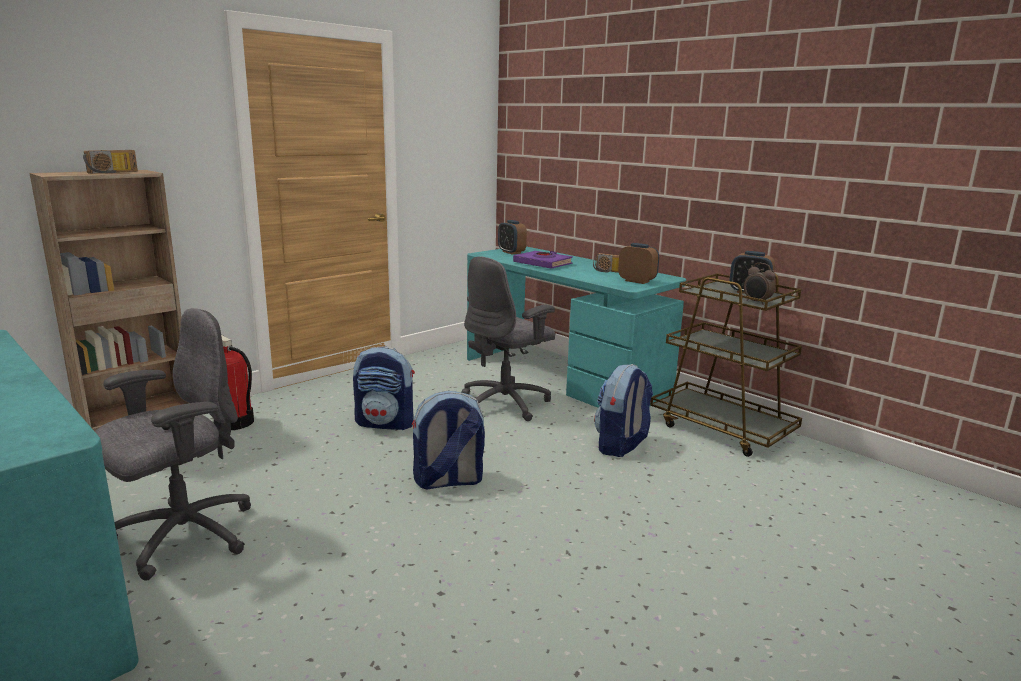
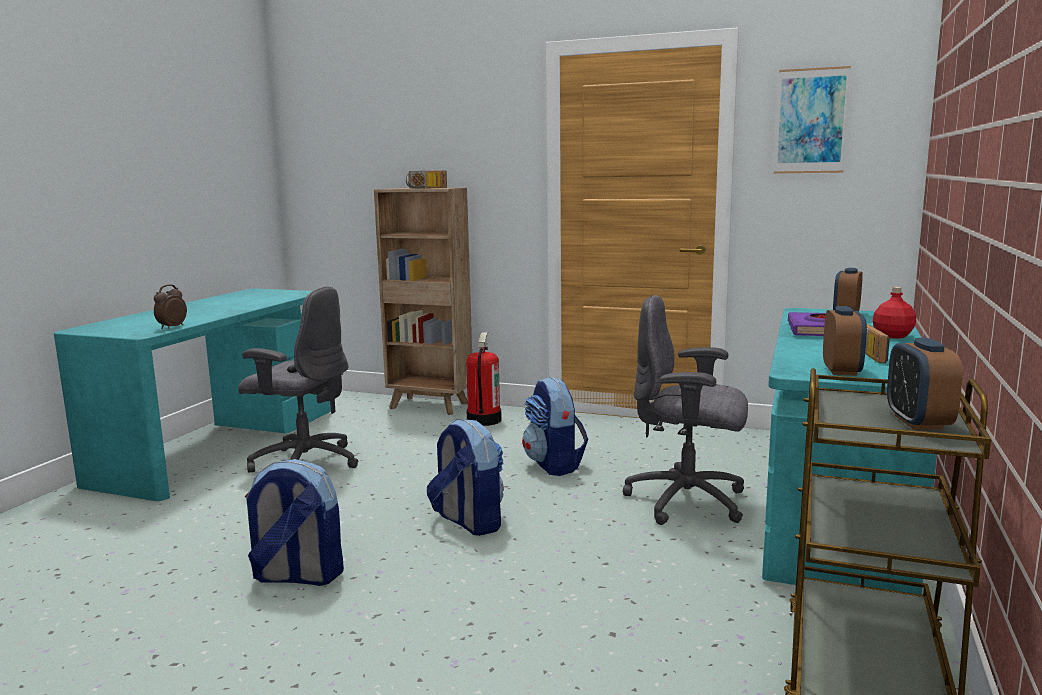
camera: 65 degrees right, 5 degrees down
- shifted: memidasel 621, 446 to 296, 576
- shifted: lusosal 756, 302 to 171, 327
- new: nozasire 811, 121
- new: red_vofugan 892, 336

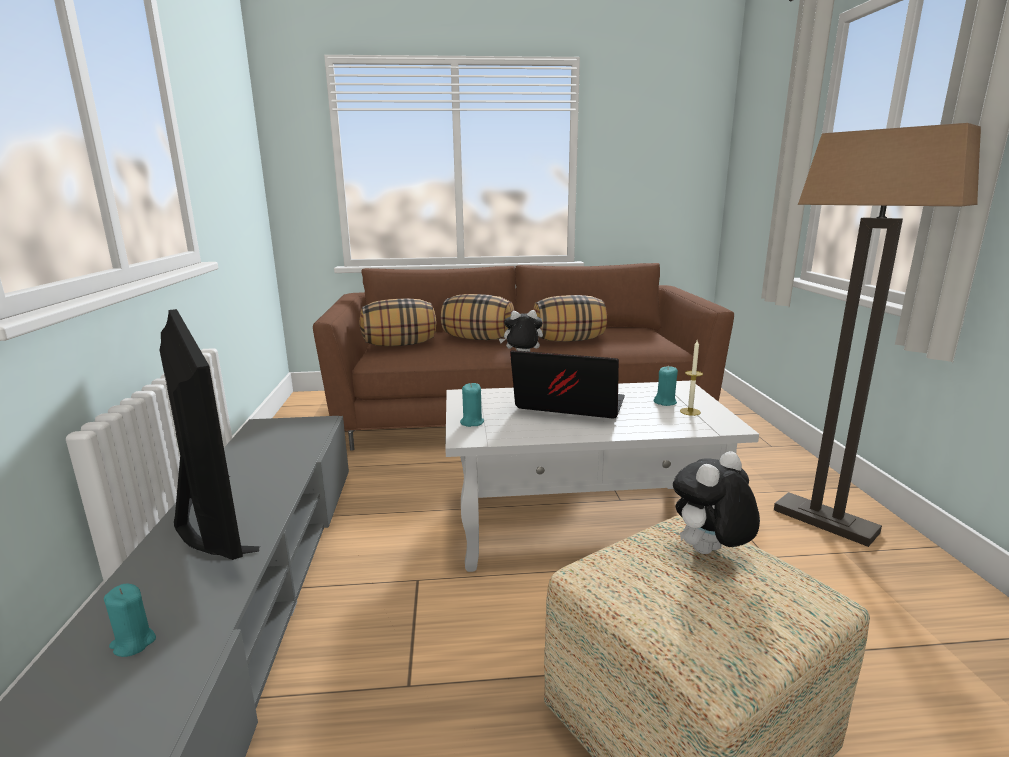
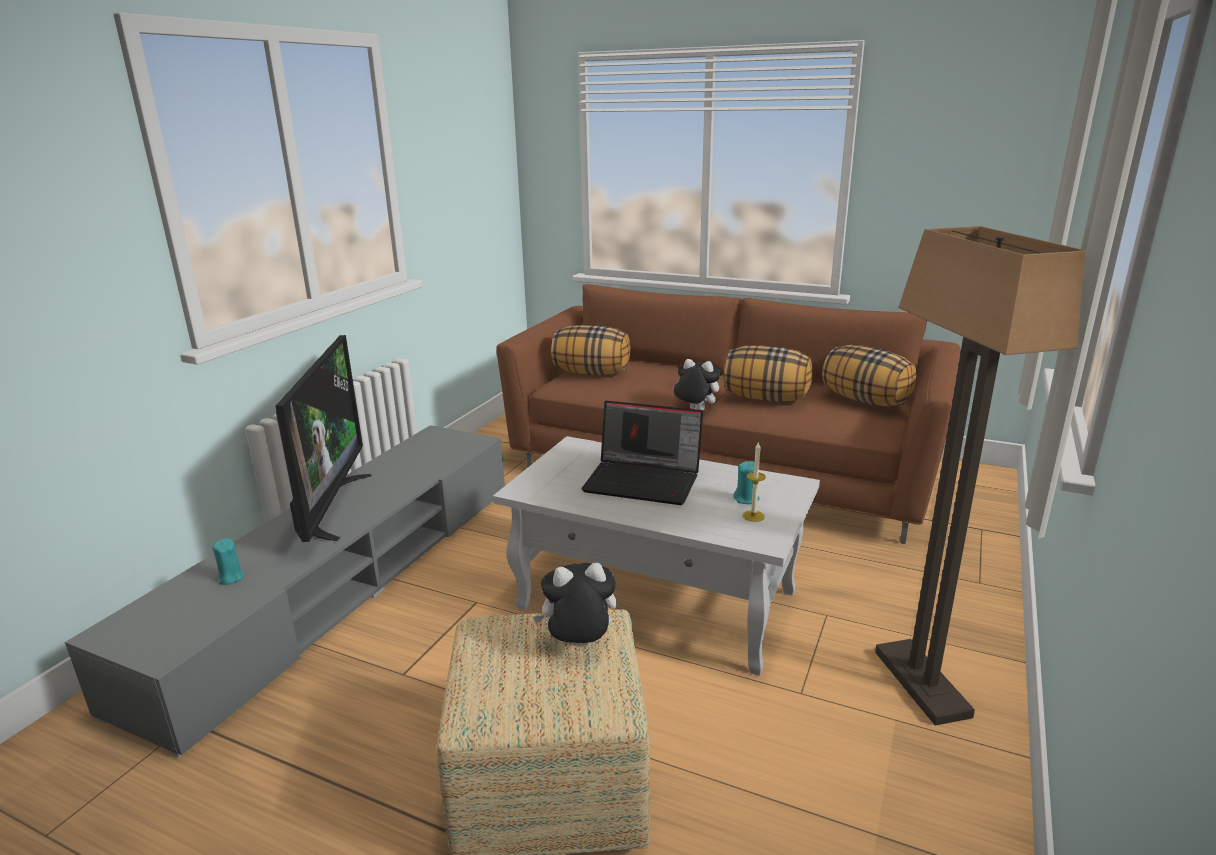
camera: 30 degrees right, 5 degrees up
- shifted: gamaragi 479, 339 to 866, 400
- gone: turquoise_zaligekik 472, 422
- rotated: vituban 567, 407 = 644, 480 150 degrees clockwise

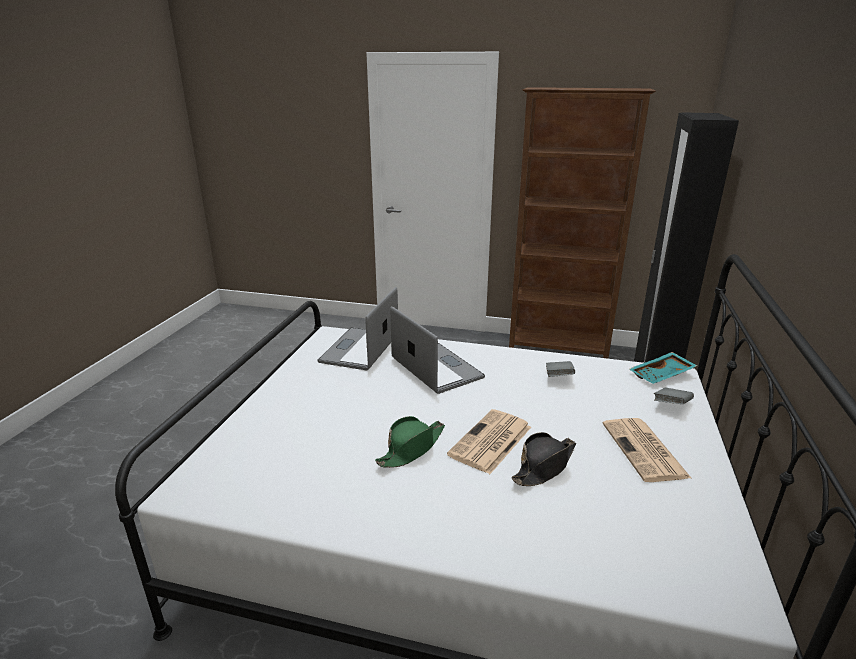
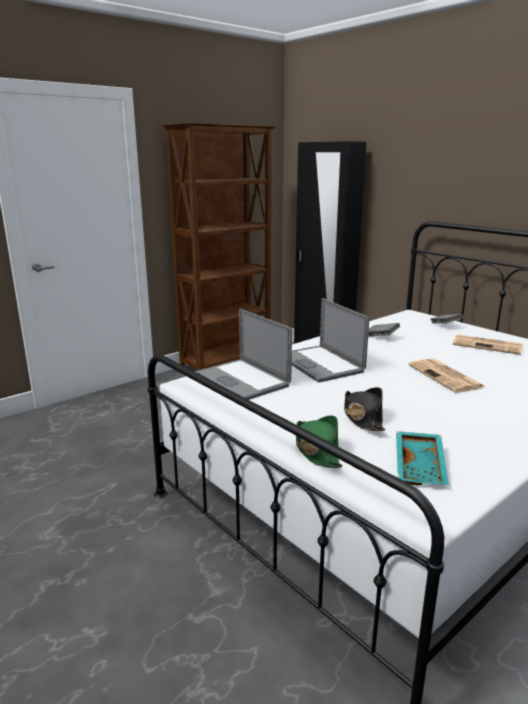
camera: 55 degrees left, 5 degrees down
- shifted: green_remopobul 412, 448 to 316, 449
- rotated: vituban 436, 368 = 319, 364 120 degrees counterclockwise
- shifted: black_remopobul 544, 466 to 362, 417
- shifted: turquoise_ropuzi 662, 375 to 421, 467

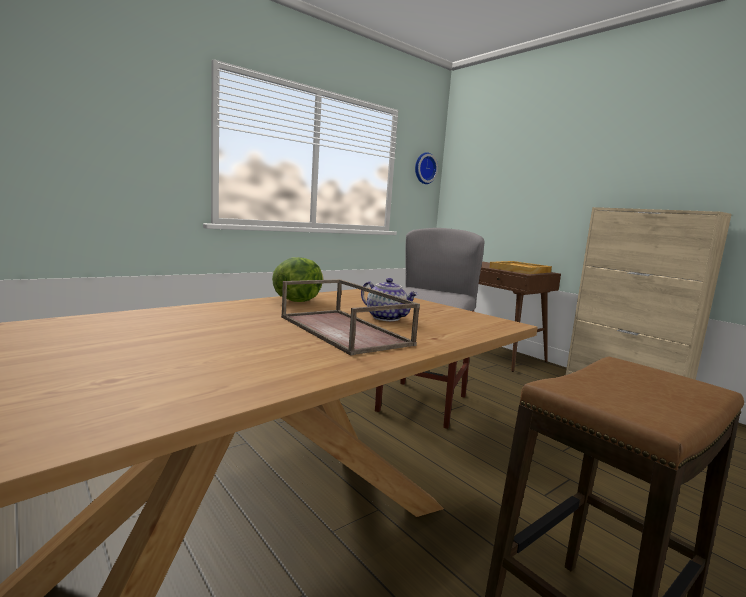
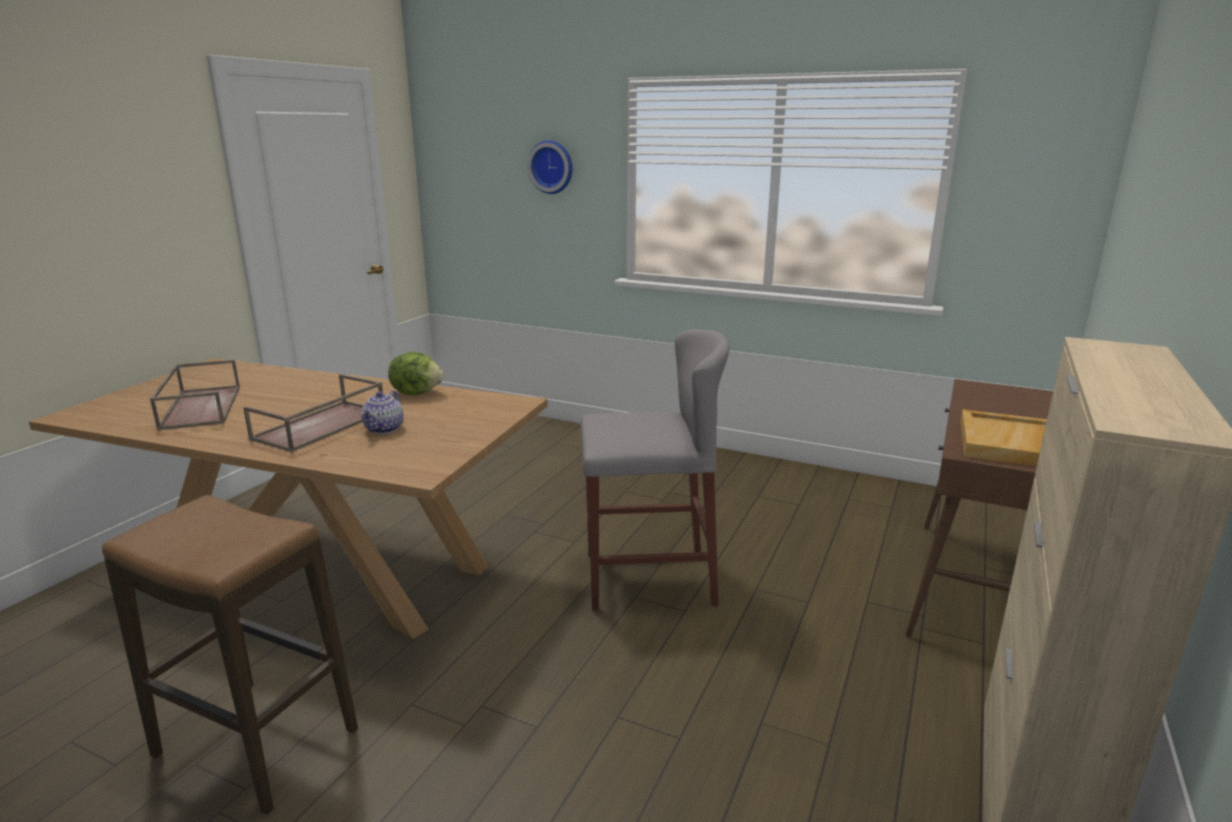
camera: 65 degrees right, 10 degrees up
- shifted: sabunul 424, 168 to 552, 167
- new: brown_ropuzi 200, 407

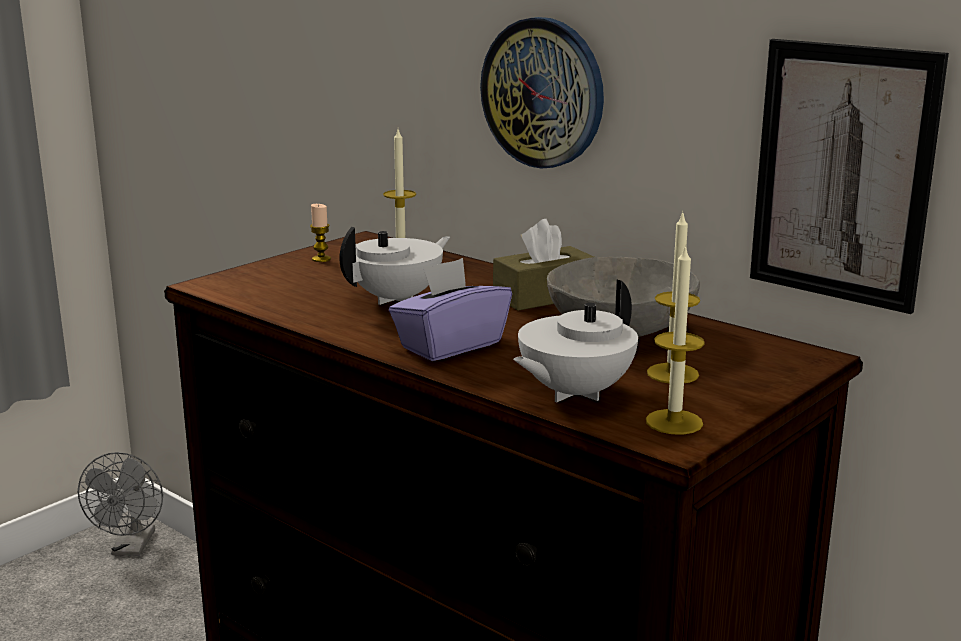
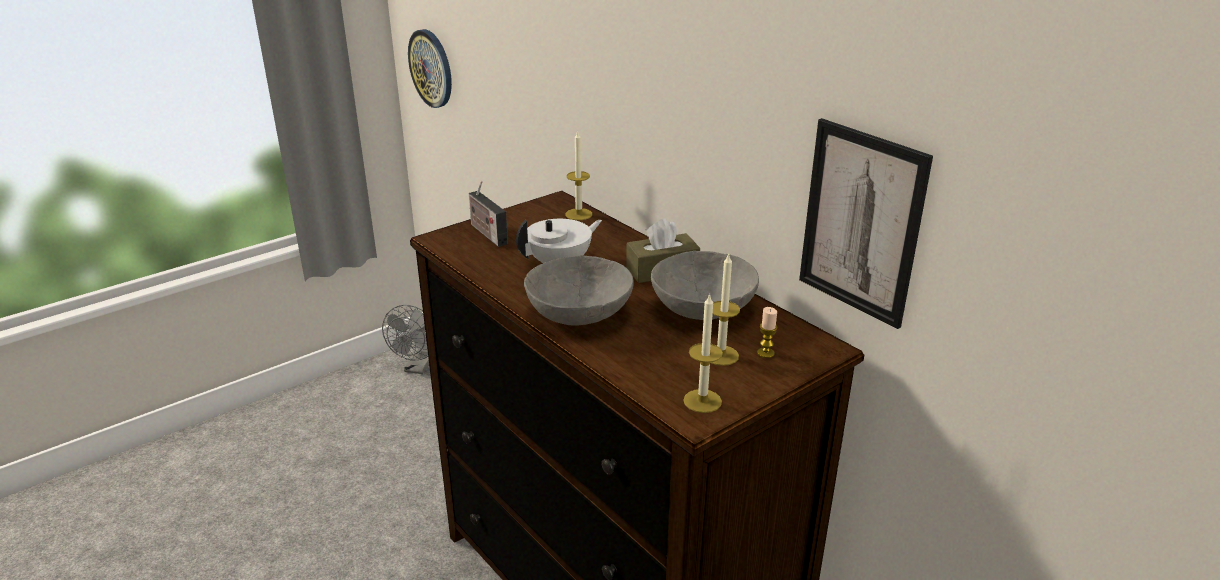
camera: 10 degrees right, 10 degrees up
- shifted: zaligekik 321, 259 to 765, 353
- swapped: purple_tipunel 450, 345 to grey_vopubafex 580, 313
- shifted: sabunul 543, 93 to 431, 68
- gone: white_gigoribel 573, 393
- new: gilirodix 486, 233

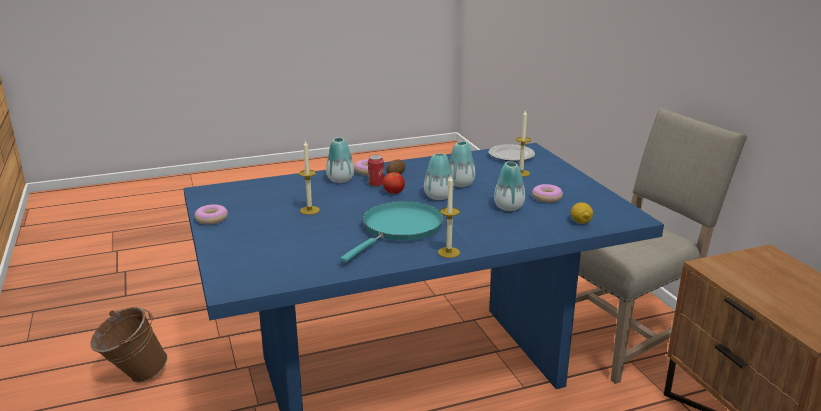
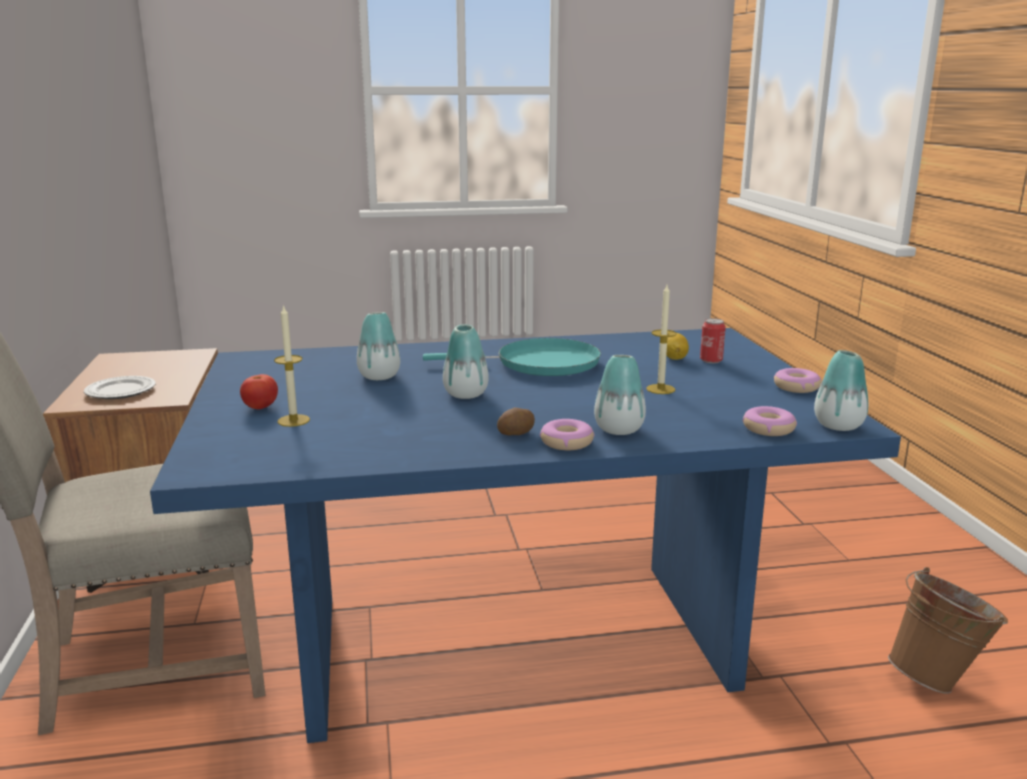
camera: 170 degrees left, 5 degrees down
- rotated: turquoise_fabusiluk 399, 229 = 540, 364 135 degrees counterclockwise
- shifted: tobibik 376, 184 to 711, 360
- shifted: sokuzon 393, 193 to 260, 407
- gone: zaligekik 448, 252
- shifted: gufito 460, 184 to 838, 425
- shifted: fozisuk 512, 155 to 120, 391
- shifted: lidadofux 547, 198 to 768, 429
- shifted: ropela 580, 222 to 674, 358

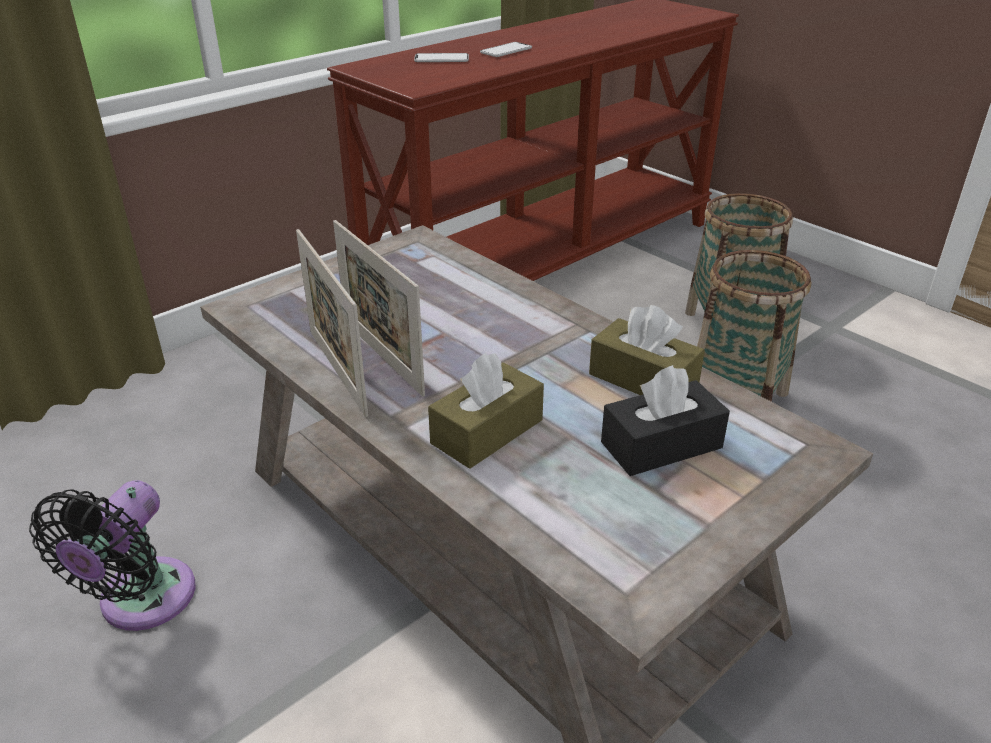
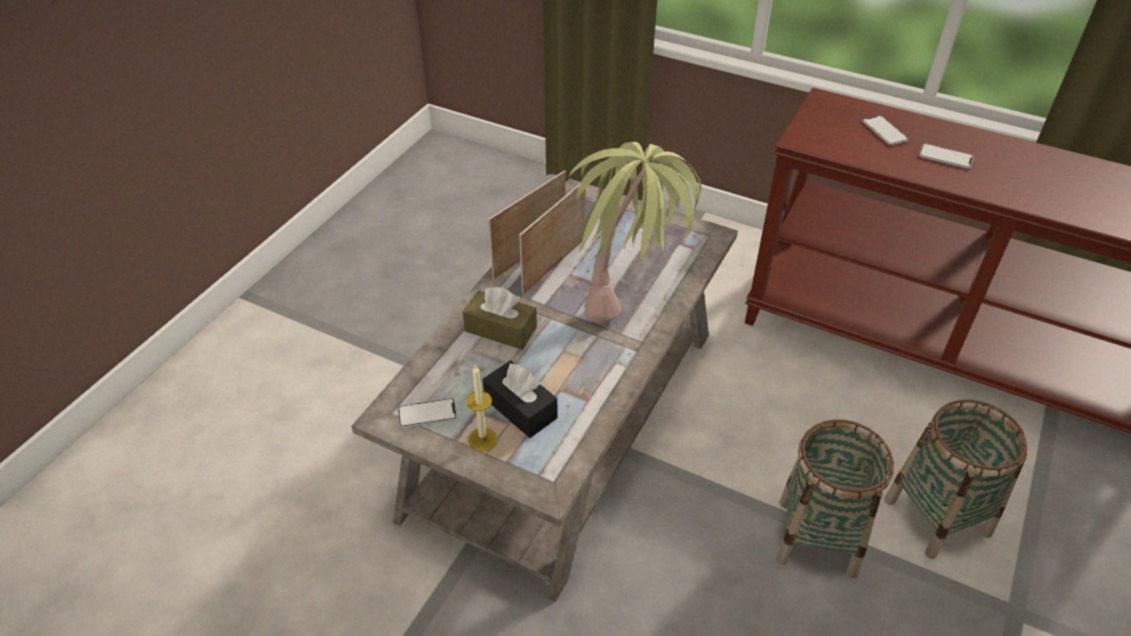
camera: 70 degrees right, 10 degrees up
- gone: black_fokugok 141, 602
- gone: brown_tipunel 643, 379
- new: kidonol 427, 414
- new: zaligekik 482, 439
- new: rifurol 630, 297

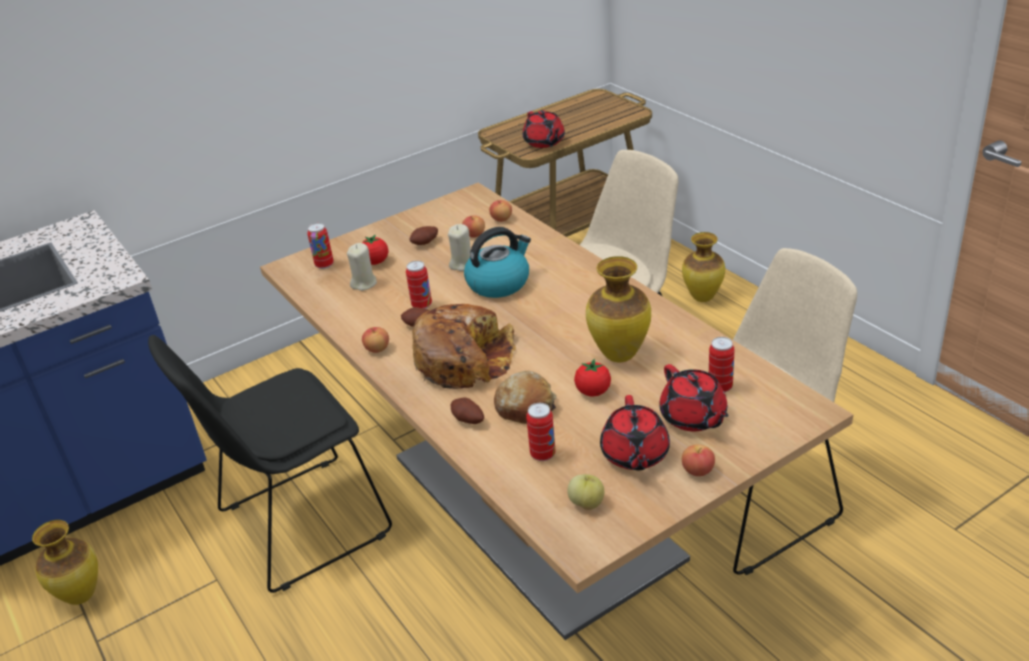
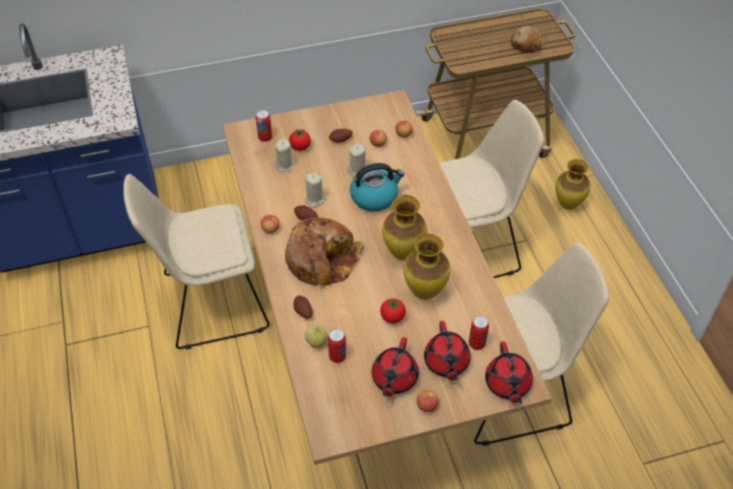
camera: 15 degrees right, 15 degrees up
- shifted: gufito 82, 596 to 404, 254
- repainted: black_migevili 298, 526 to beige_migevili 210, 303
- swapped: tobibik 422, 305 to beige_zaligekik 315, 200
- shifted: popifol 525, 407 to 526, 45
- shifted: red_gigoribel 544, 142 to 507, 384
- shifted: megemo 587, 503 to 316, 342

